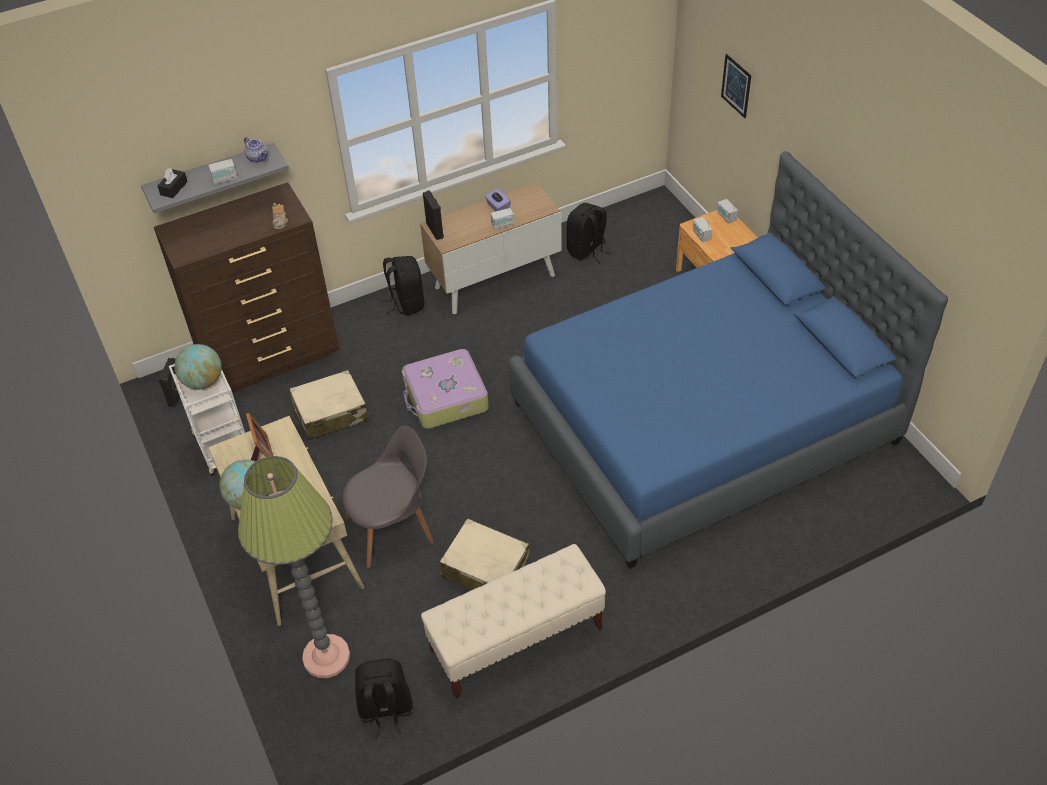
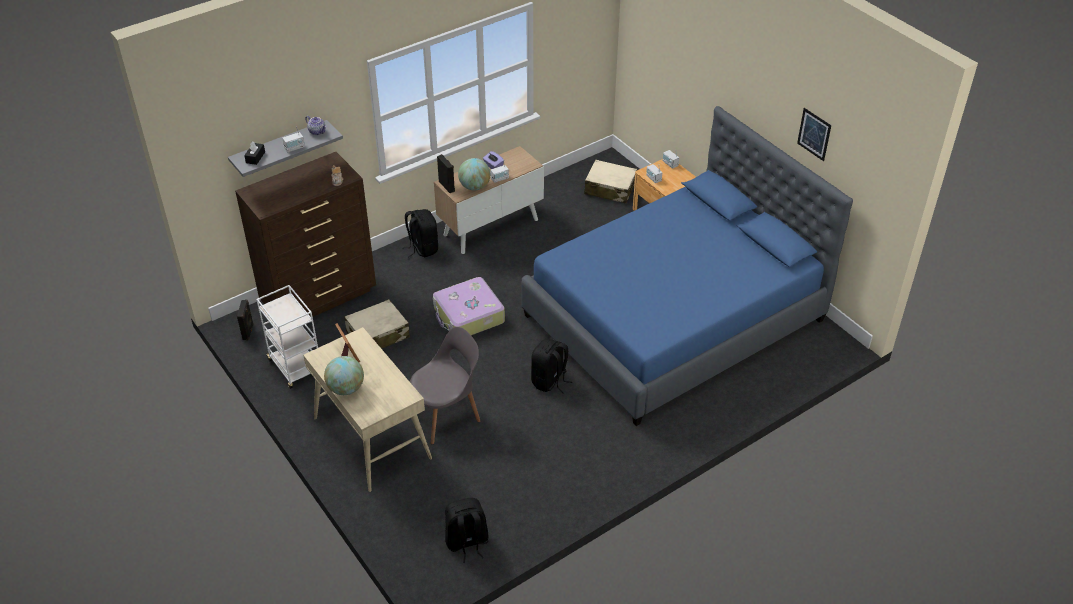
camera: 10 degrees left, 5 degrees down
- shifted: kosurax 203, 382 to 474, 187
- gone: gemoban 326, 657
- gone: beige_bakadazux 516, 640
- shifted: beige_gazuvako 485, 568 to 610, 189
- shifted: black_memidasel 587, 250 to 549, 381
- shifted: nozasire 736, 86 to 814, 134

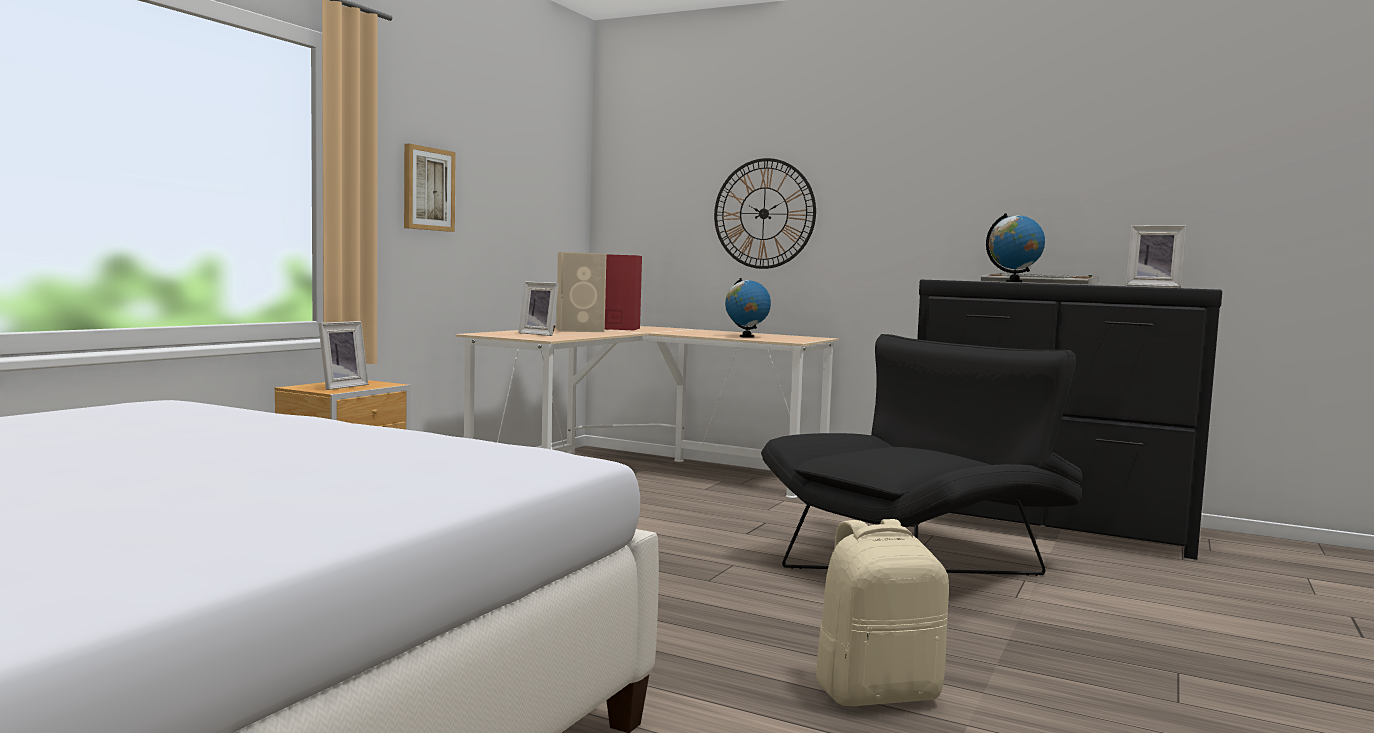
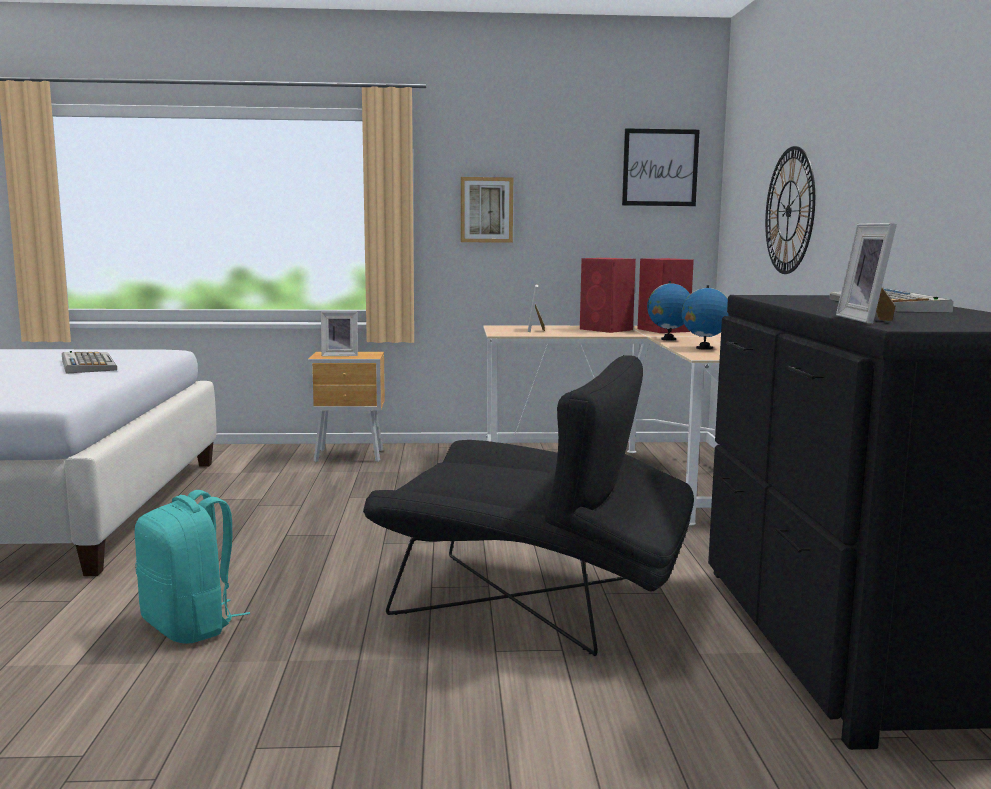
camera: 60 degrees right, 5 degrees up
- repainted: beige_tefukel 581, 330 to red_tefukel 607, 329
- repainted: beige_memidasel 877, 692 to turquoise_memidasel 190, 626
- shifted: kosurax 1013, 282 to 668, 339
- new: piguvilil 87, 364
- new: nozasire 660, 167

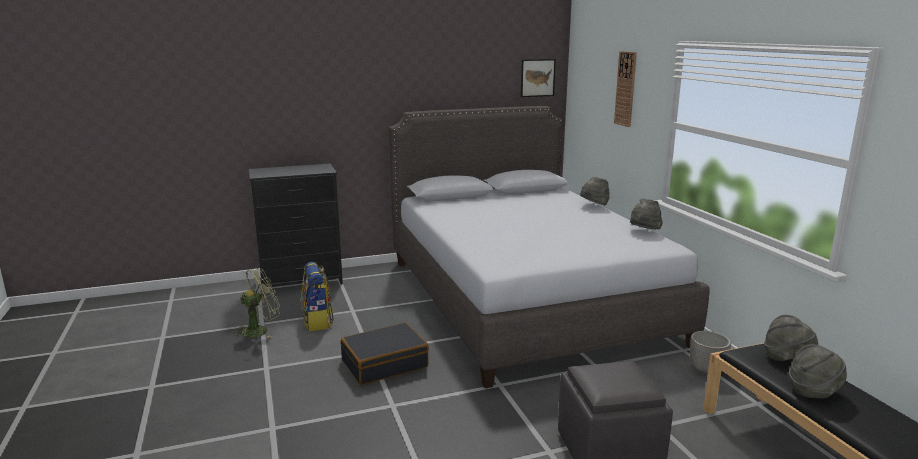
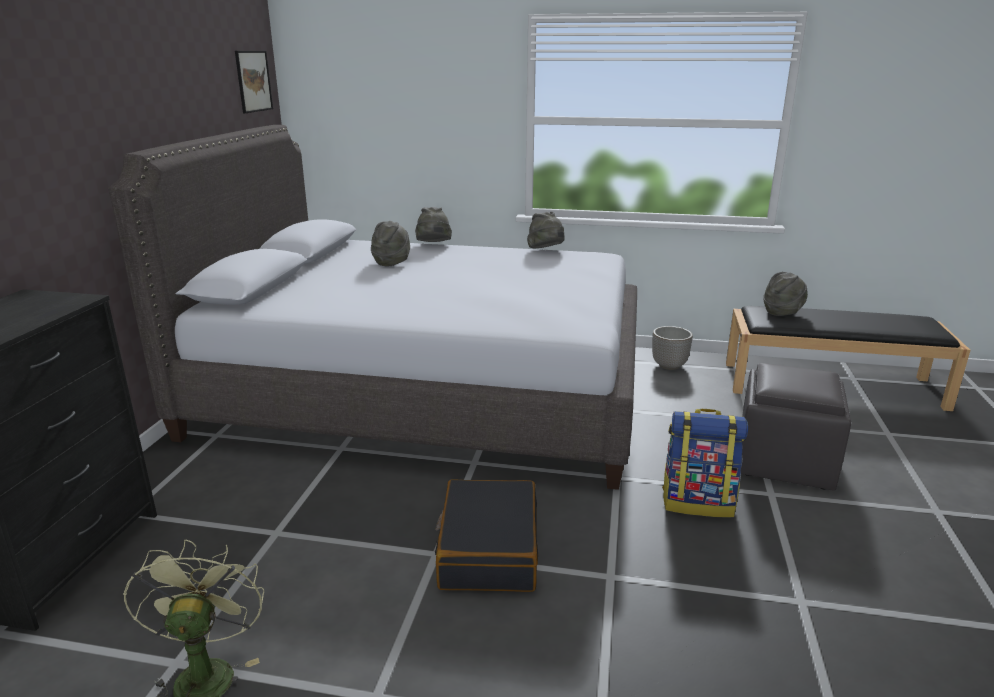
camera: 60 degrees left, 5 degrees up
- shifted: memidasel 318, 322 to 698, 502
- gone: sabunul 625, 89
- shifted: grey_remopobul 813, 391 to 392, 262

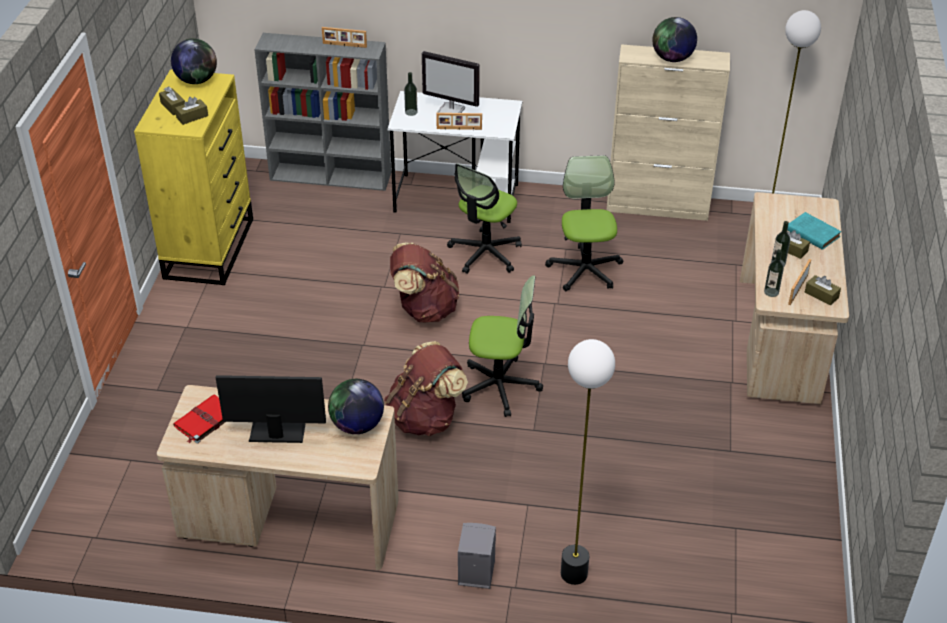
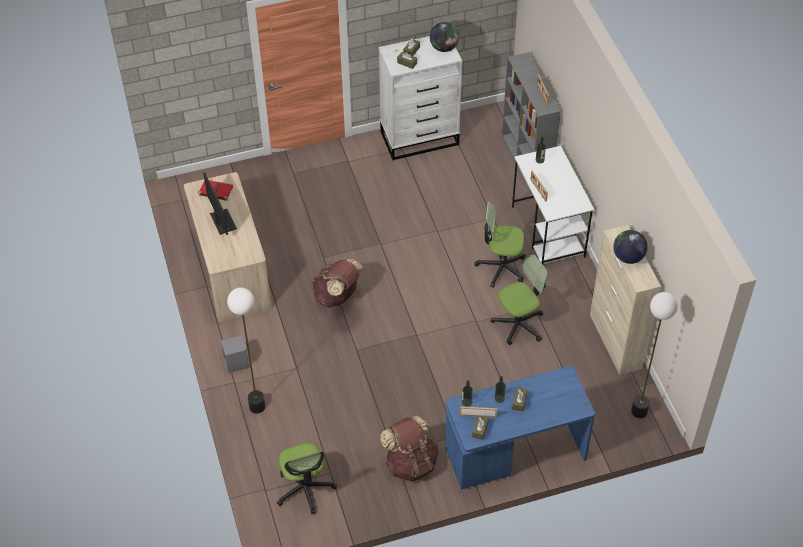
camera: 65 degrees right, 10 degrees up
- repainted: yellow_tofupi 209, 248 to white_tofupi 420, 138
- gone: kosurax 357, 425
- shifted: brown_memidasel 424, 309 to 410, 463
- gone: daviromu 451, 111
- shifted: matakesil 500, 386 to 305, 489
- repainted: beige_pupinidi 781, 340 to blue_pupinidi 515, 453
- gone: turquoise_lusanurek 811, 233

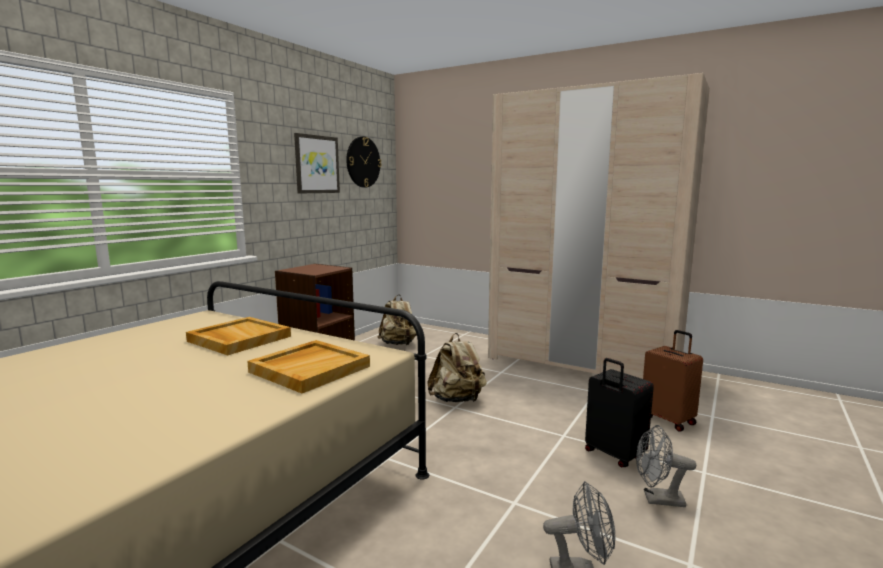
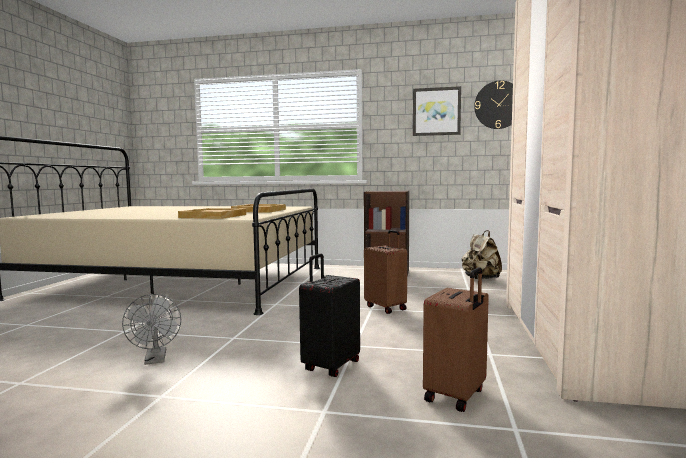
camera: 70 degrees right, 5 degrees down
- swapped: beige_memidasel 457, 400 to brown_gazuvako 386, 307
- gone: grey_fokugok 657, 499

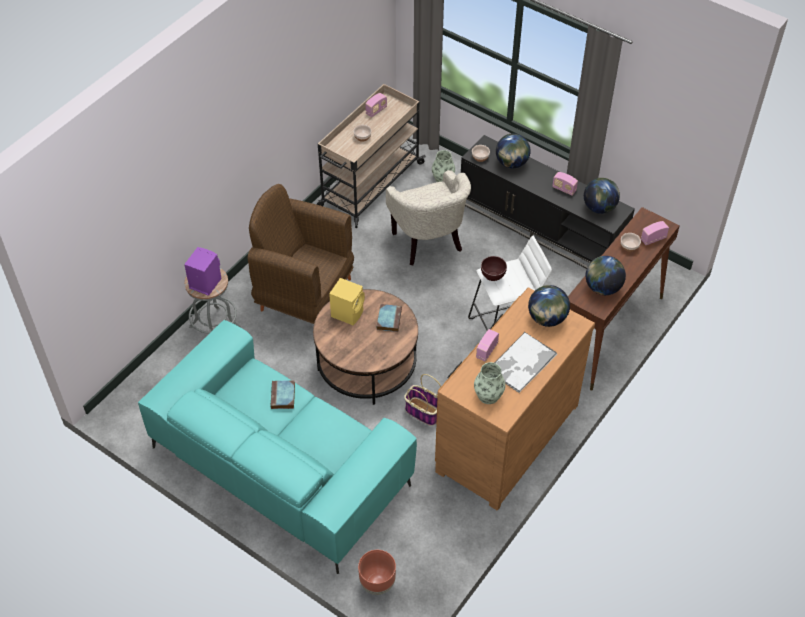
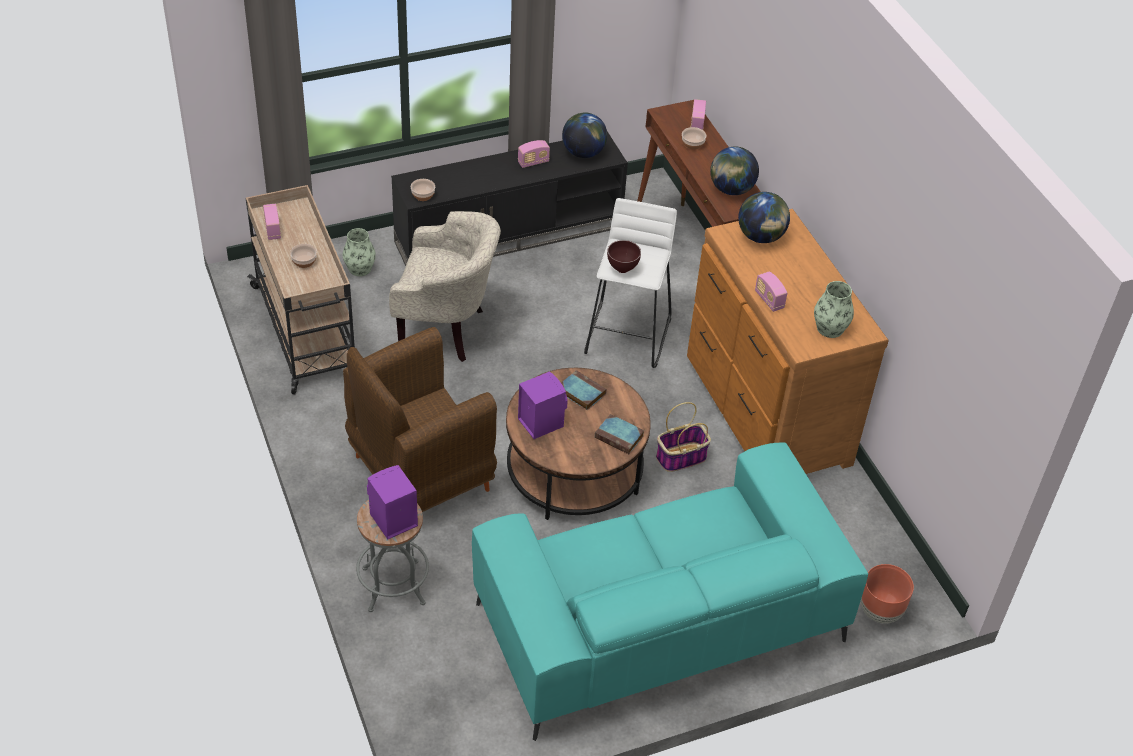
camera: 60 degrees left, 5 degrees down
- shifted: lusanurek 283, 397 to 620, 437
- repainted: yellow_tefukel 348, 312 to purple_tefukel 540, 421
- gone: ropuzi 521, 363
- gone: kosurax 511, 163

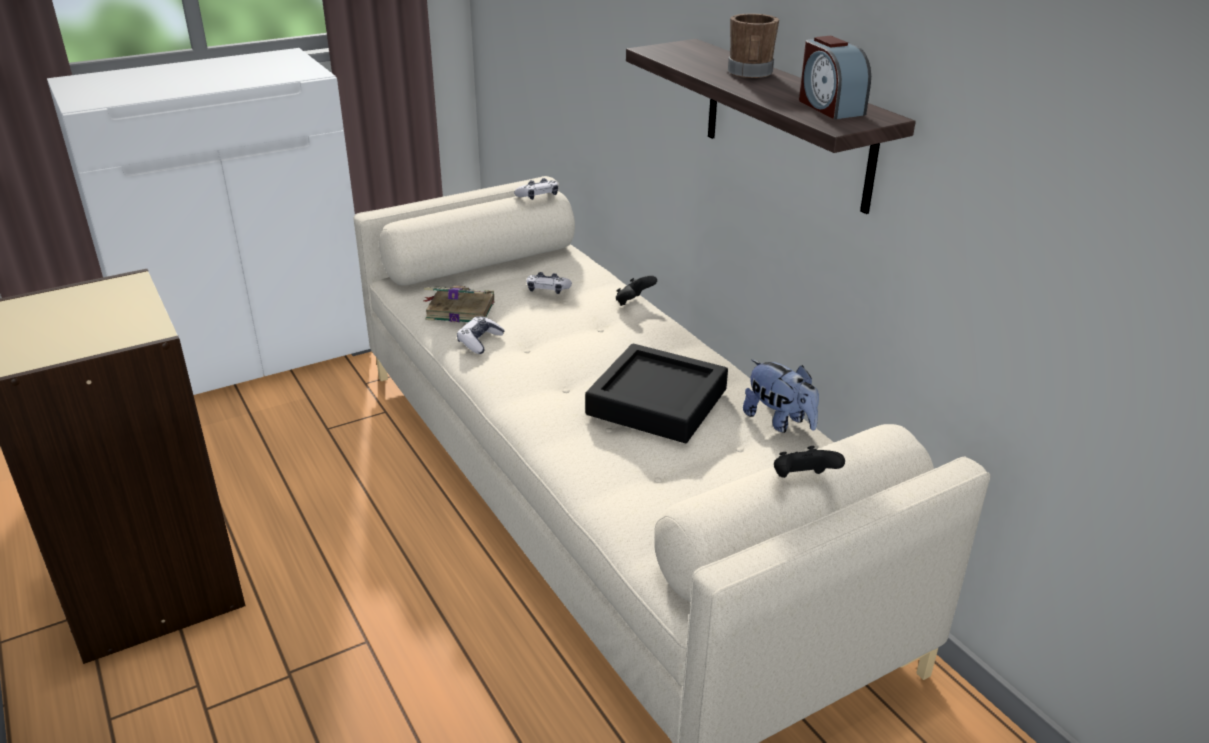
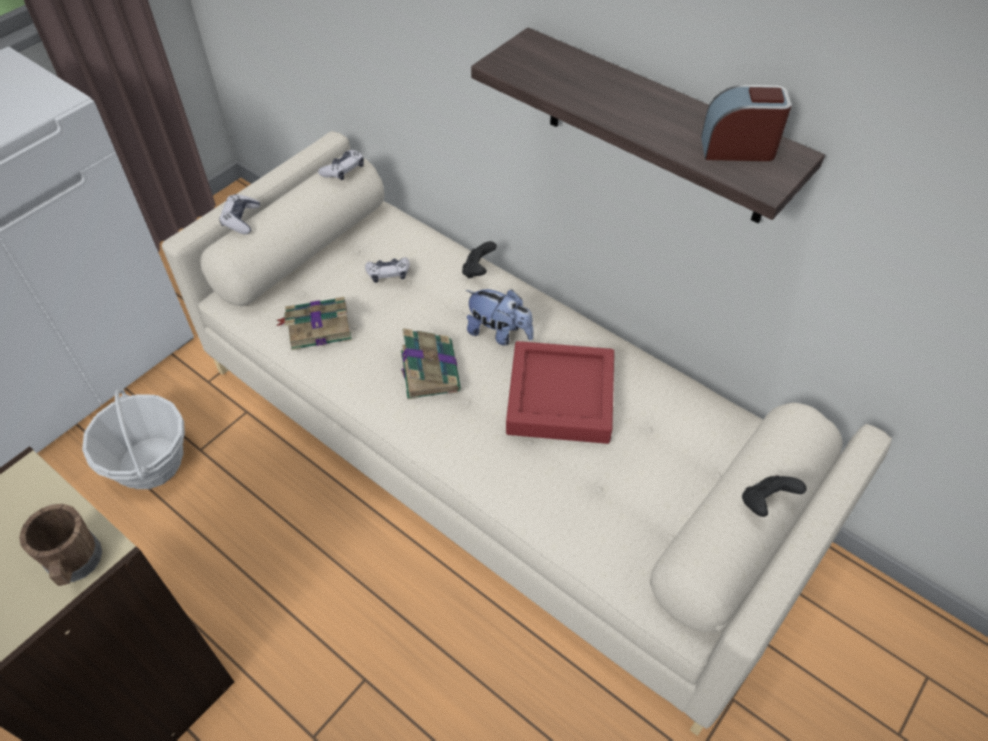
camera: 20 degrees left, 20 degrees up
- shifted: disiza 480, 341 to 241, 219
- repainted: black_ropuzi 657, 402 to red_ropuzi 560, 398
- shifted: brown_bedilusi 750, 73 to 75, 564
- shifted: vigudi 779, 421 to 499, 333
- rotated: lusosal 829, 107 = 738, 148 135 degrees clockwise
- new: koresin 150, 463
- new: lusanurek 429, 369

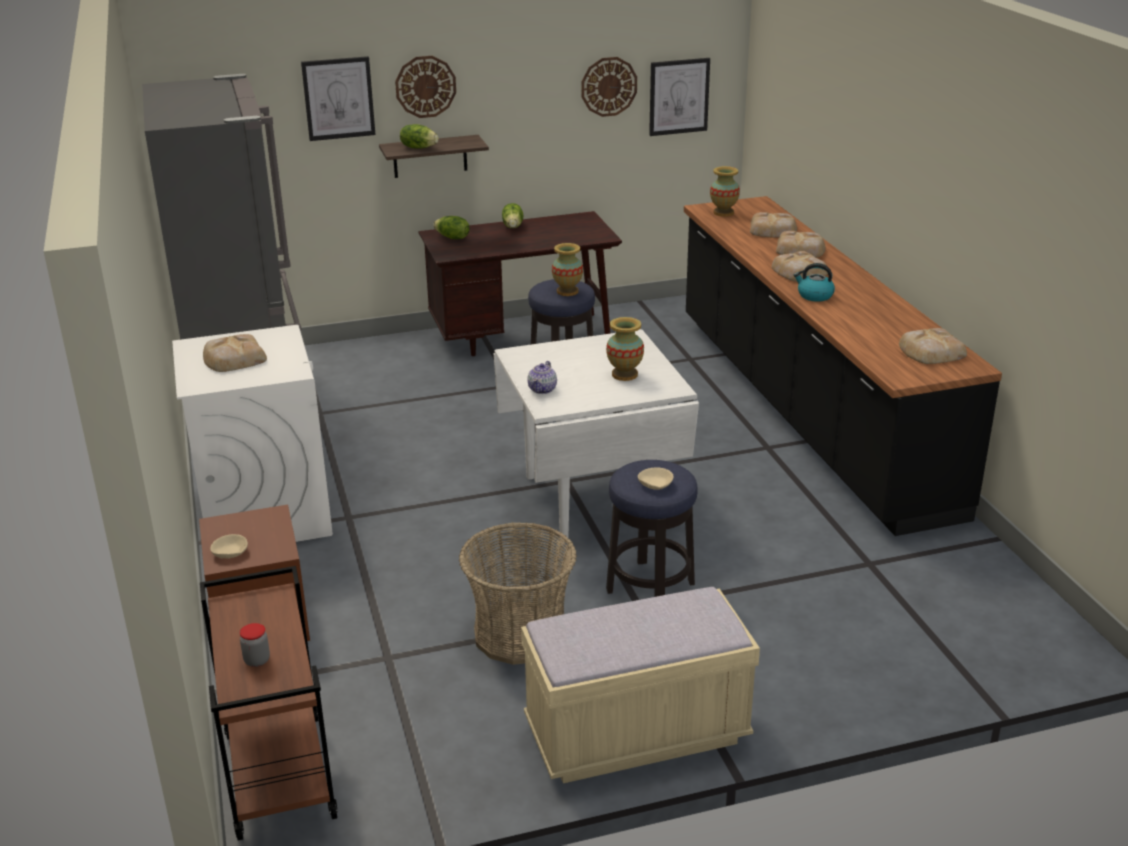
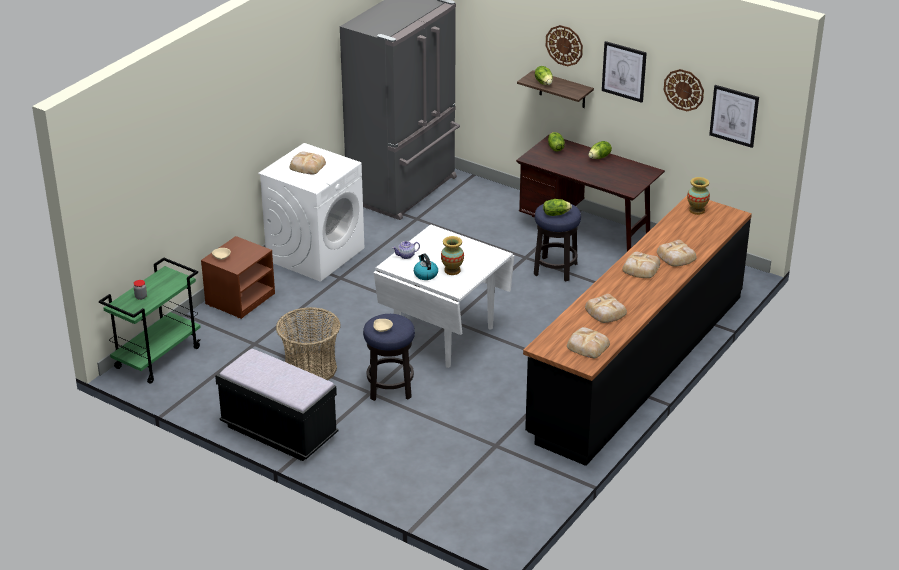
camera: 50 degrees right, 5 degrees up
- repainted: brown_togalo 278, 774 to green_togalo 158, 357
- shifted: nozasire 338, 98 to 624, 71
- repainted: beige_bakadazux 637, 734 to black_bakadazux 279, 431
- swapped: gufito 567, 291 to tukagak 556, 214
- shifted: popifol 773, 230 to 605, 312
- shifted: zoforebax 814, 296 to 425, 274

